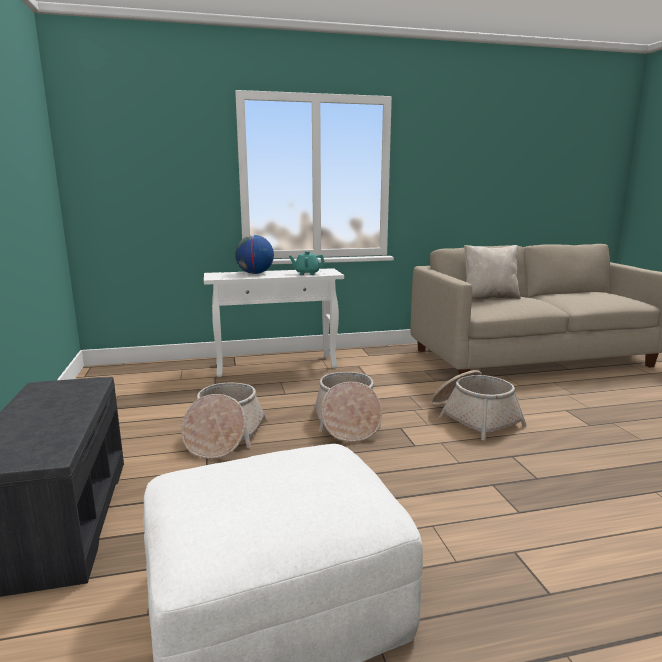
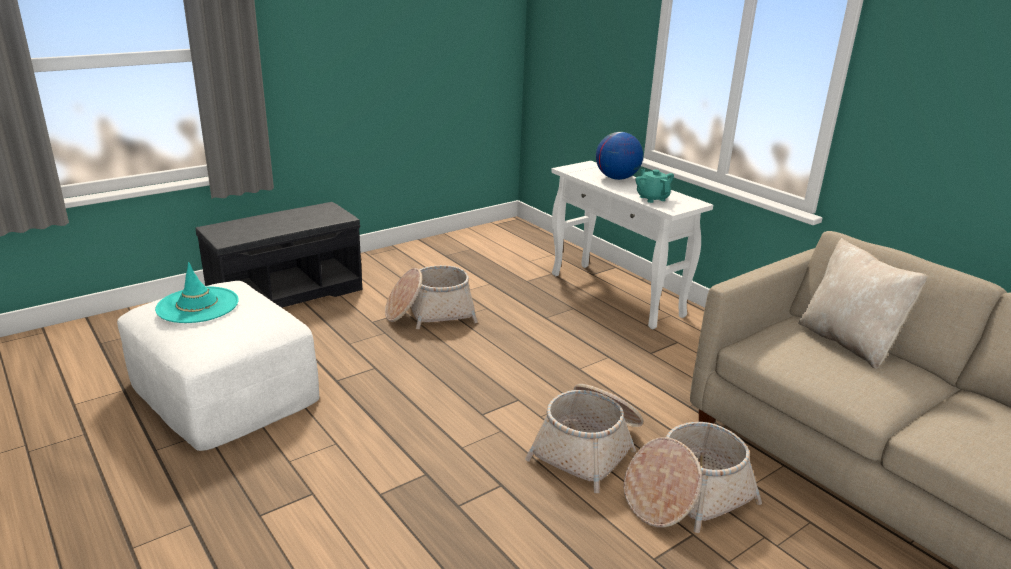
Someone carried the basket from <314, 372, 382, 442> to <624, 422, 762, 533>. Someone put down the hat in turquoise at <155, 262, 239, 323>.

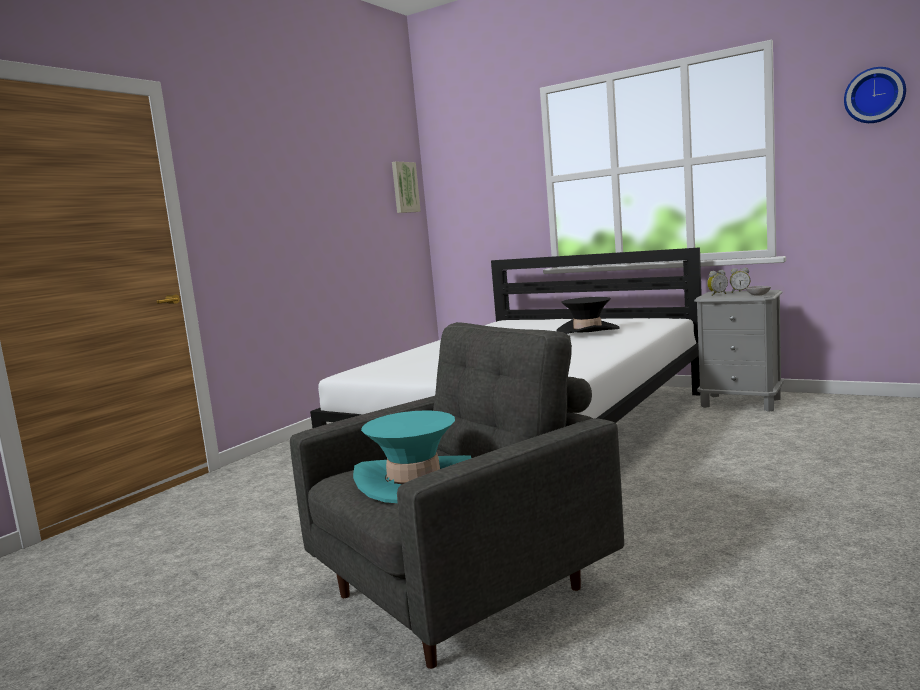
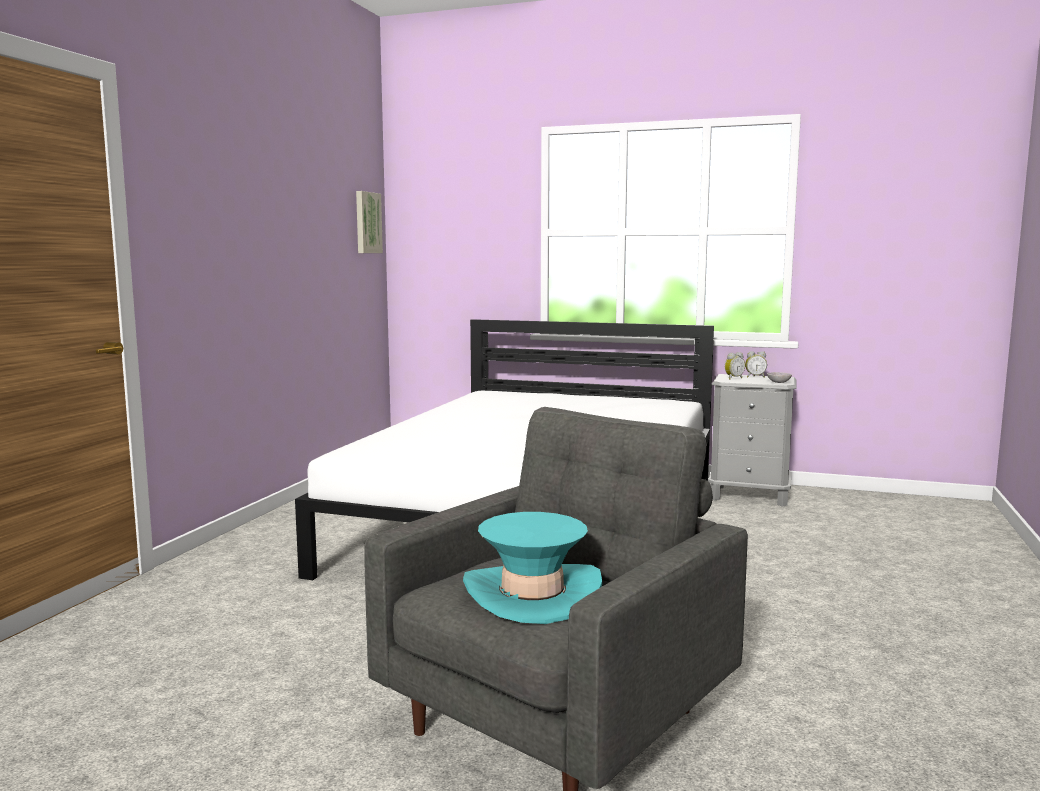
Someone took away the wall clock at <844, 67, 906, 123>. Someone took away the hat in black at <557, 297, 620, 334>.

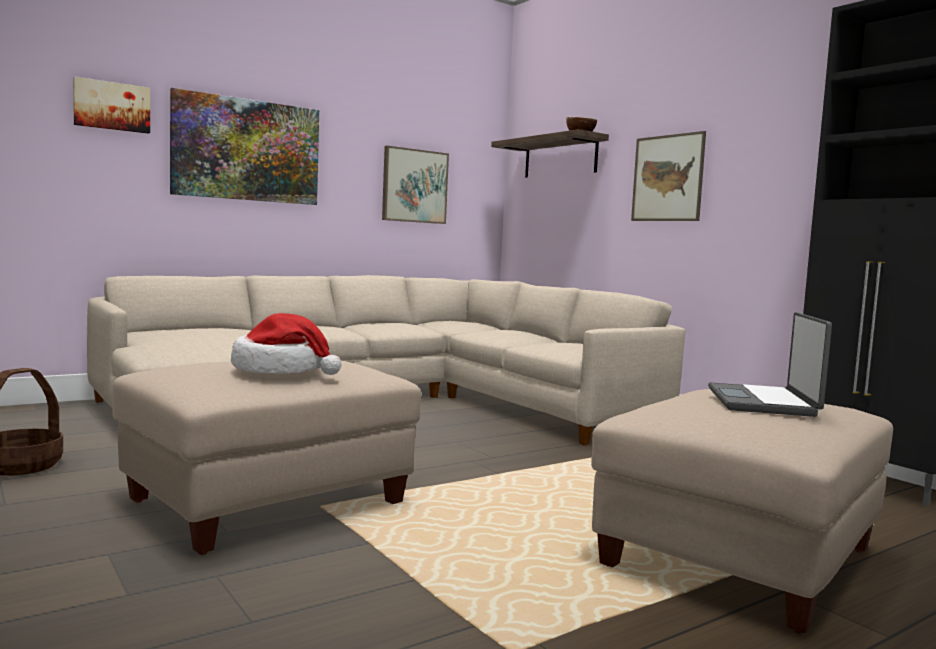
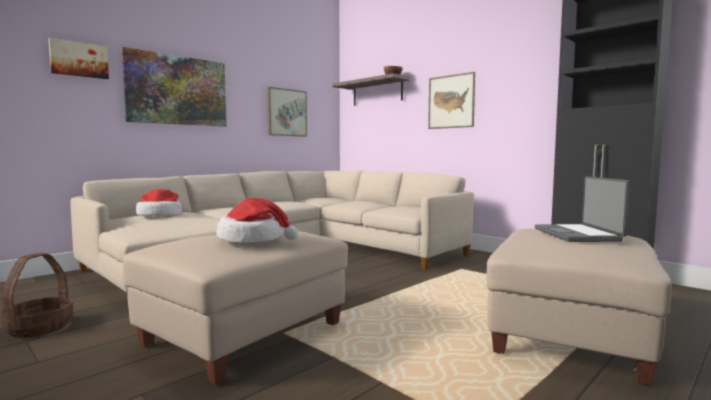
Someone put down the hat at <136, 189, 182, 216>.

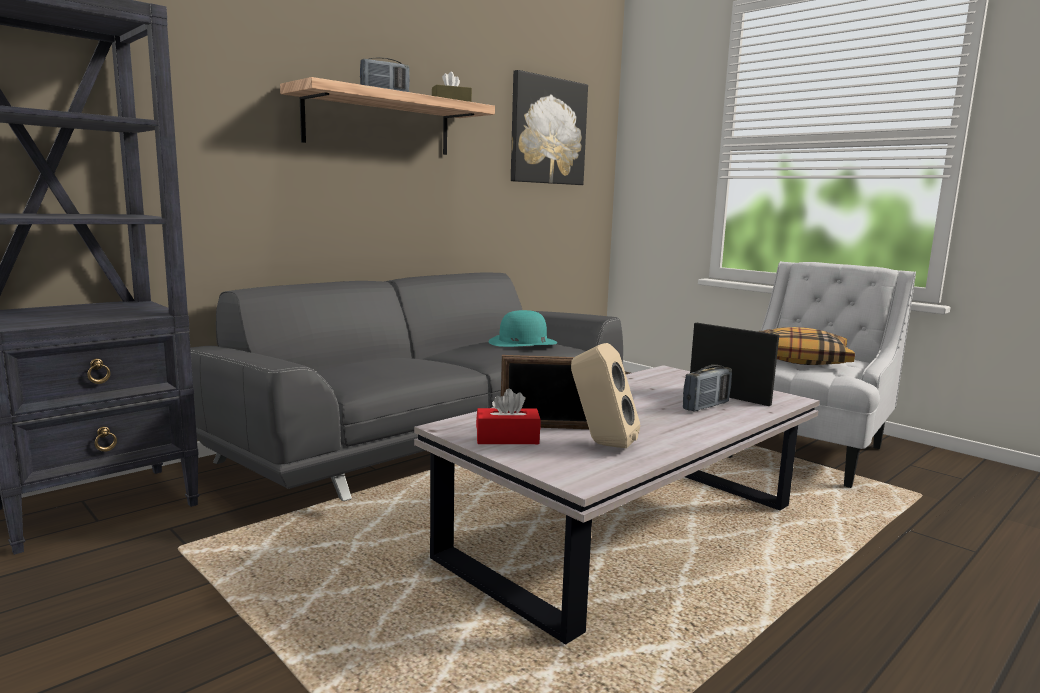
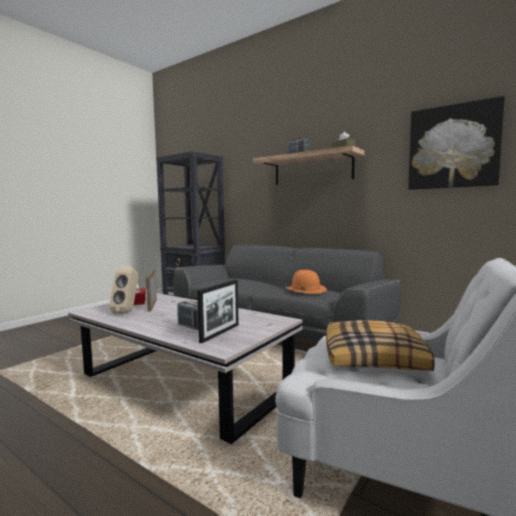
Someone repainted the hat in turquoise at <488, 310, 557, 347>, which became the hat in orange at <286, 270, 327, 294>.

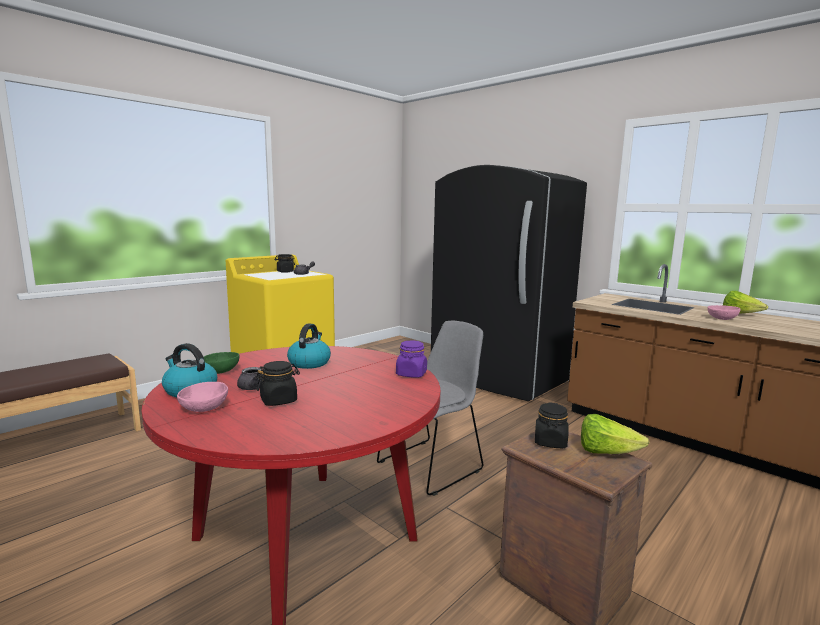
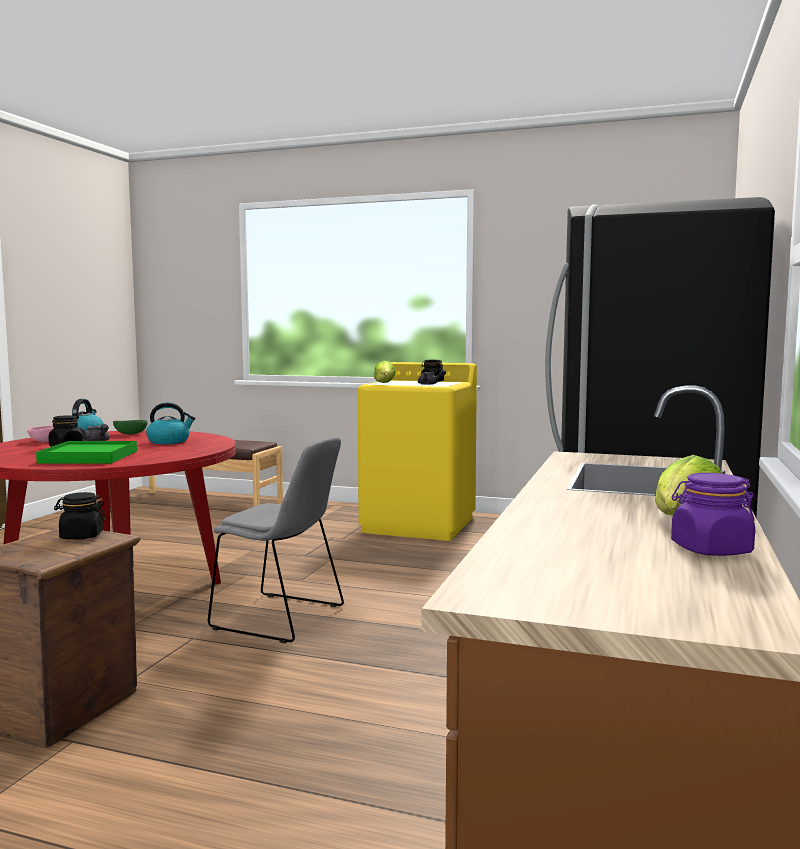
Someone took away the bowl in pink at <707, 305, 740, 320>. Someone carried the jar in purple from <396, 340, 427, 378> to <671, 473, 755, 556>. Someone carried the lettuce from <581, 414, 649, 454> to <374, 361, 396, 383>. Someone put down the tray in green at <36, 441, 137, 463>.

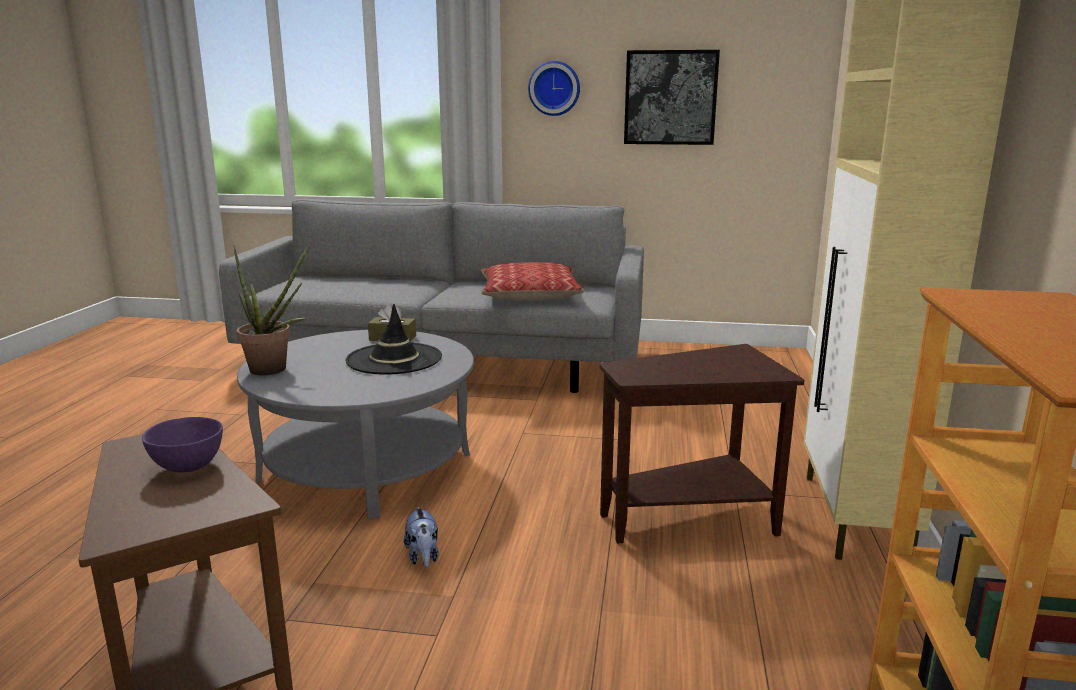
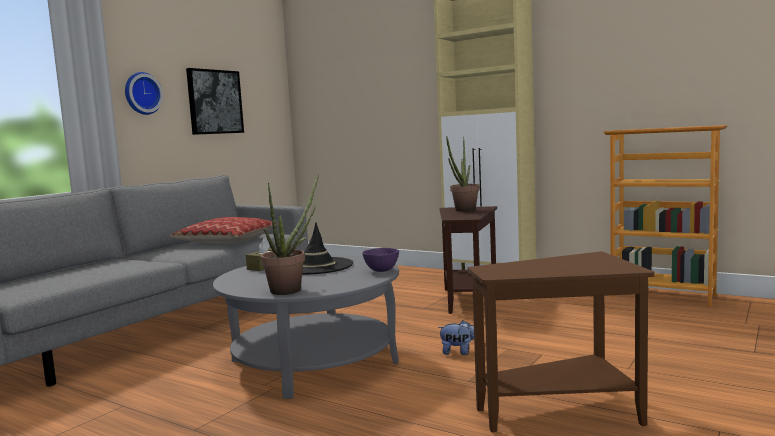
Someone carried the bowl in purple from <142, 417, 223, 472> to <362, 248, 399, 272>. Someone put down the potted plant at <446, 136, 479, 212>.

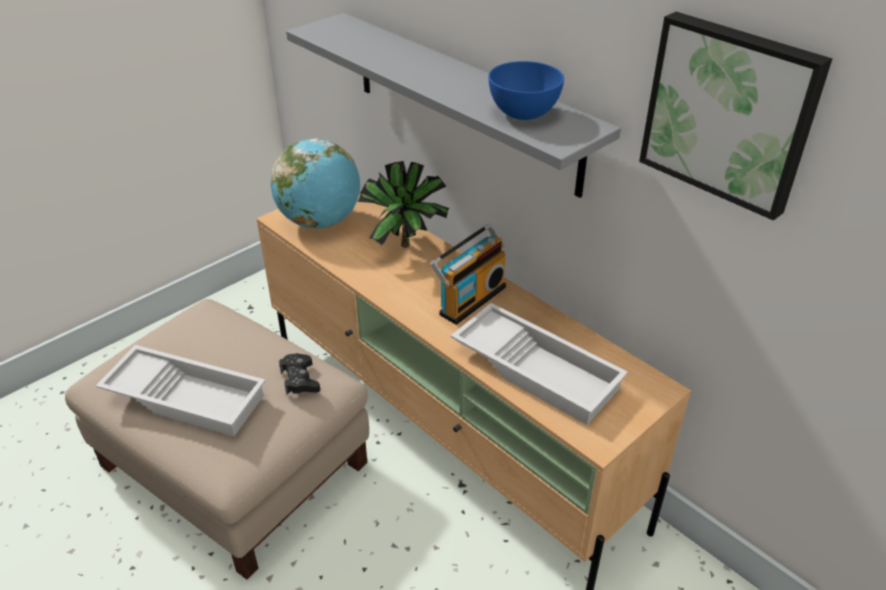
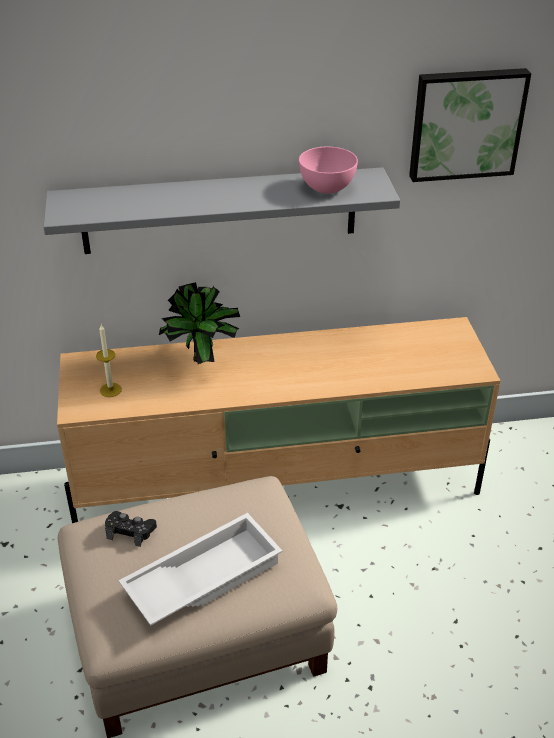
Someone repainted the bowl in blue at <489, 61, 564, 120>, which became the bowl in pink at <299, 147, 358, 193>. Someone swapped the globe at <271, 139, 360, 229> for the candle at <96, 325, 122, 397>. Someone took away the radio at <430, 223, 506, 325>. Someone took away the tray in white at <451, 303, 628, 425>. Someone carried the game controller in black from <279, 353, 320, 395> to <105, 511, 157, 547>.

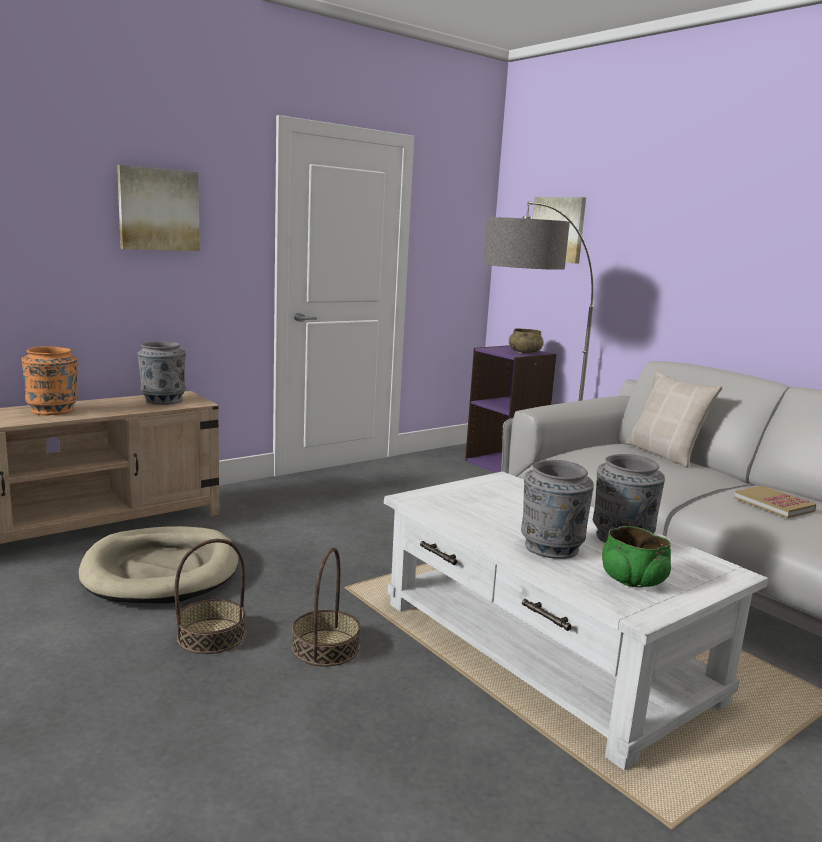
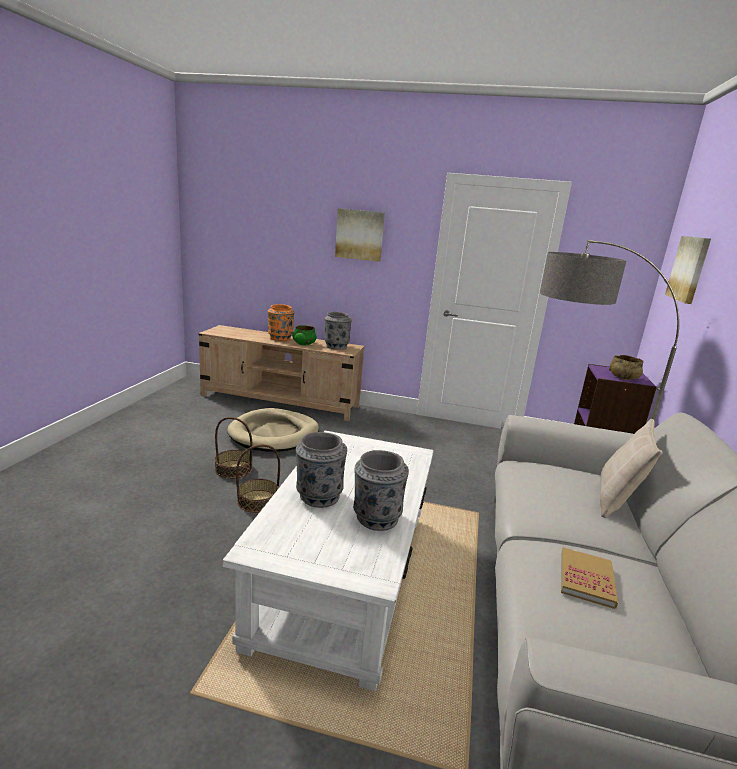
Someone carried the bowl in green from <602, 526, 671, 587> to <292, 325, 316, 345>.

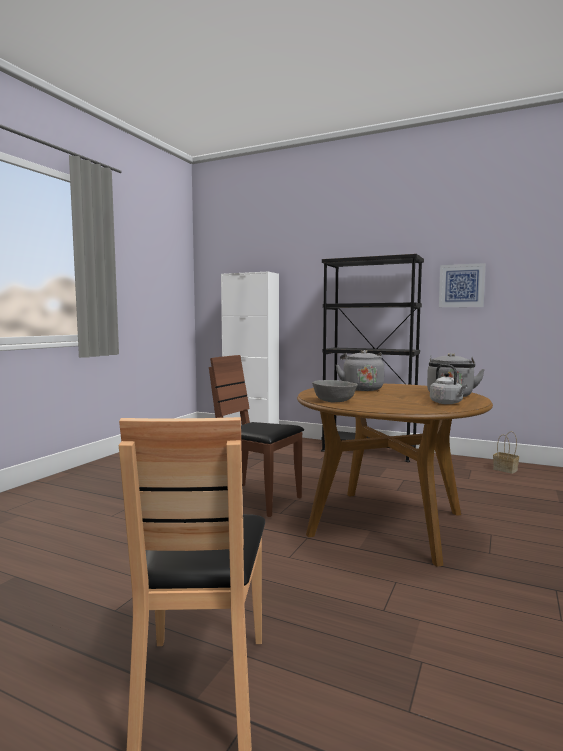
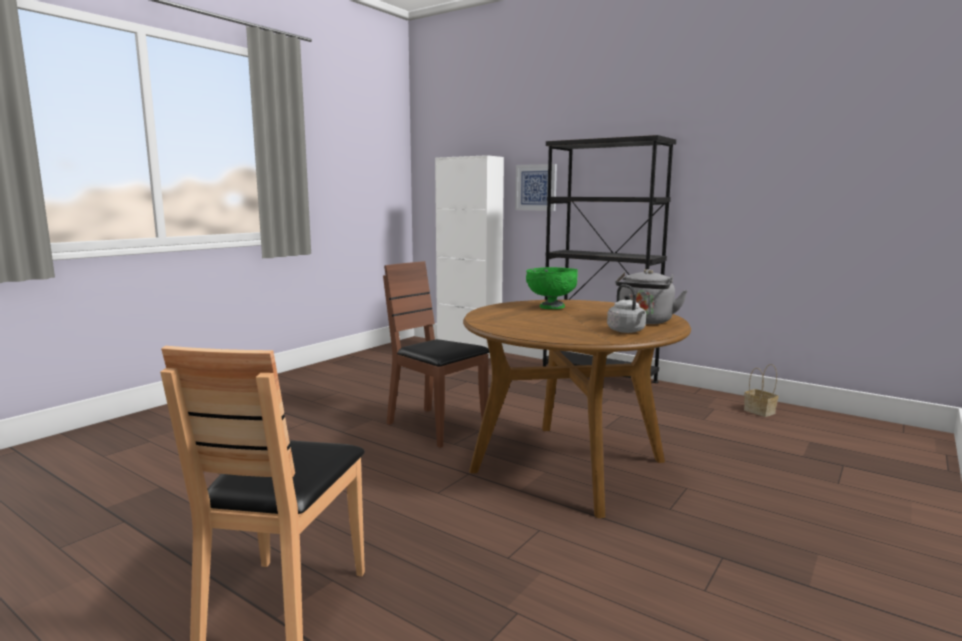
Someone carried the picture from <439, 263, 486, 307> to <515, 164, 557, 211>. Someone swapped the kettle in grey at <335, 350, 384, 391> for the bowl in green at <526, 267, 578, 309>. Someone took away the bowl in grey at <312, 380, 358, 402>.

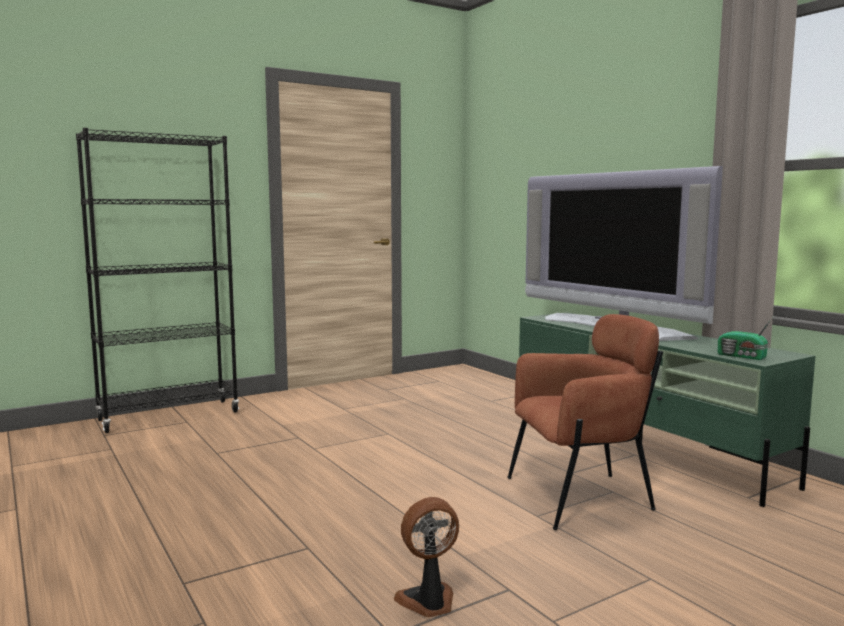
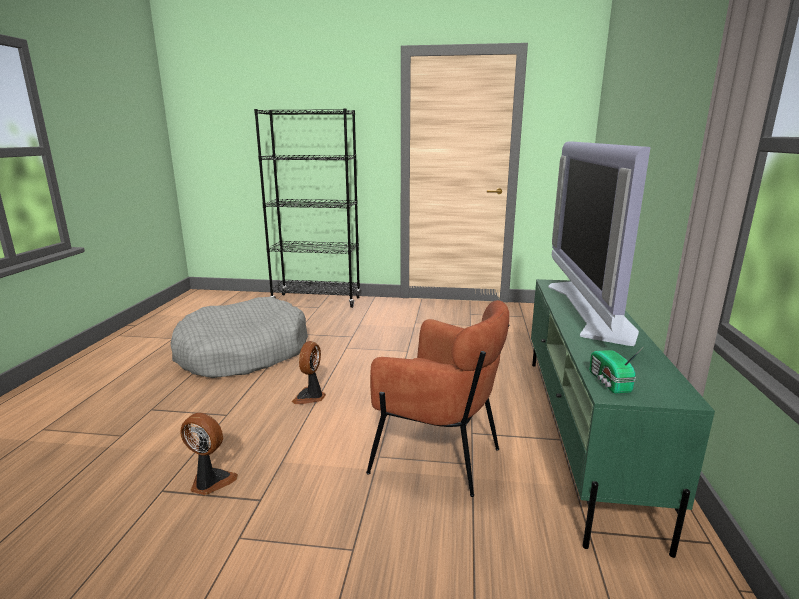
Someone put down the dog bed in grey at <170, 297, 308, 378>. Someone put down the fan at <292, 341, 326, 404>.

